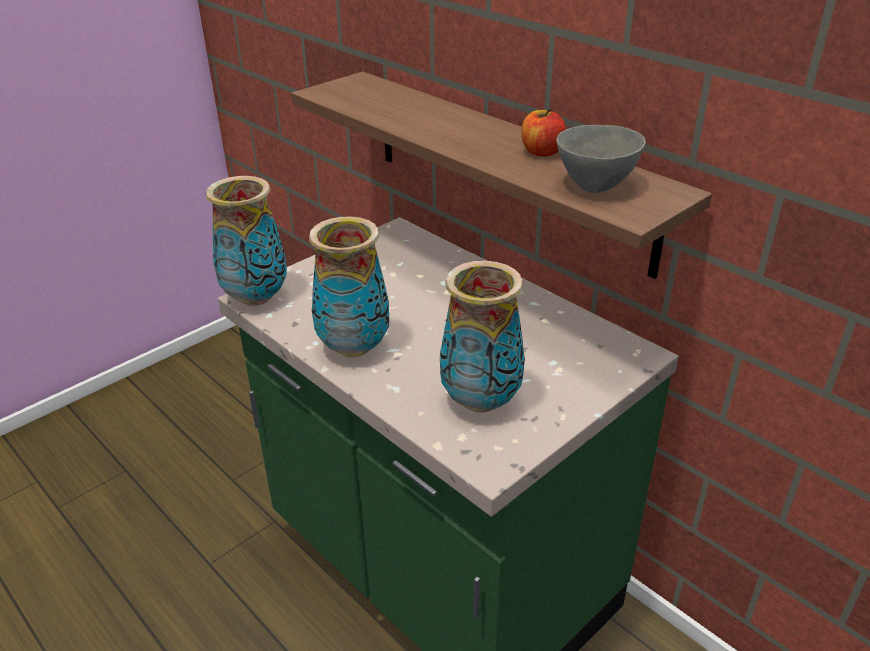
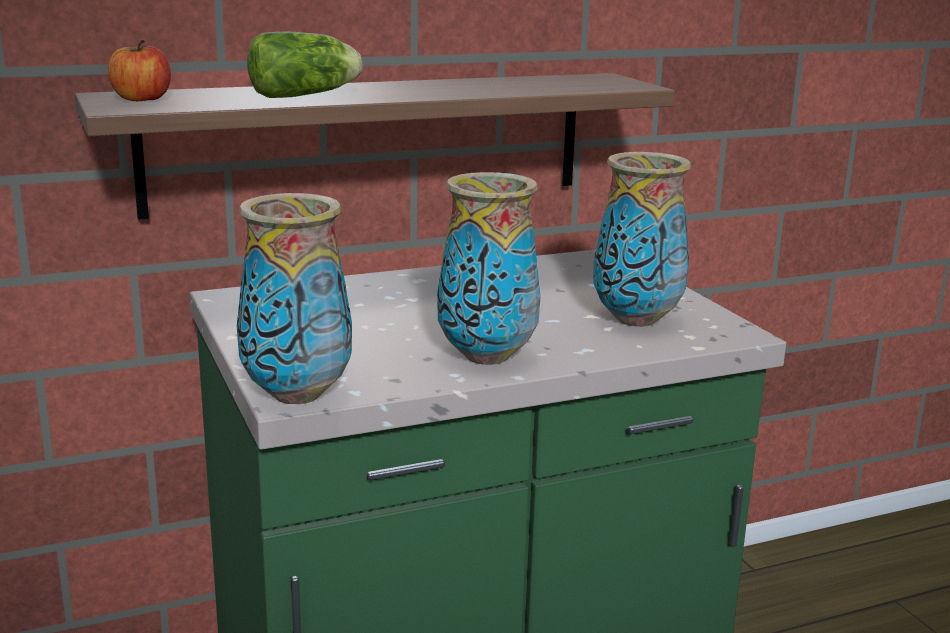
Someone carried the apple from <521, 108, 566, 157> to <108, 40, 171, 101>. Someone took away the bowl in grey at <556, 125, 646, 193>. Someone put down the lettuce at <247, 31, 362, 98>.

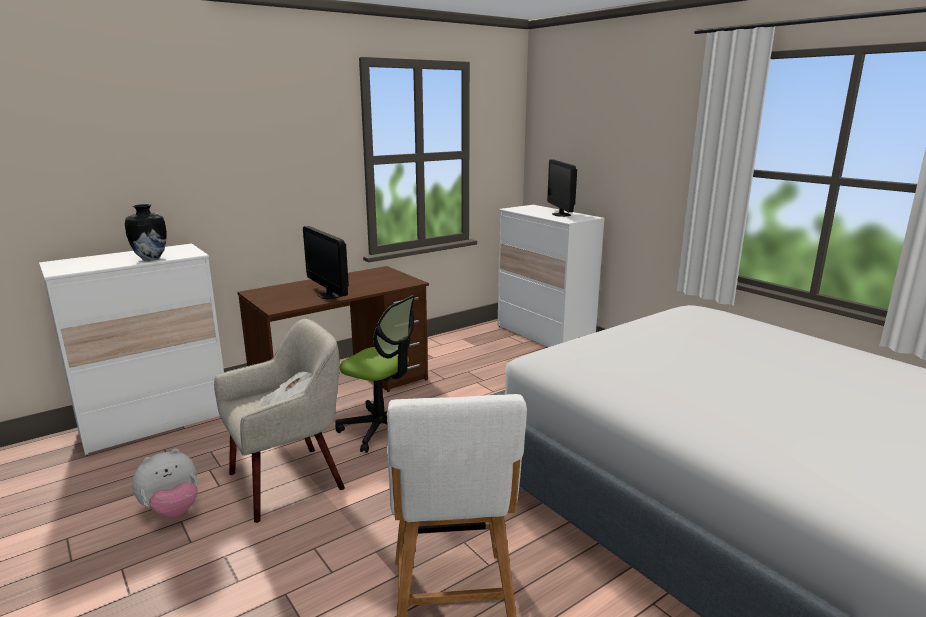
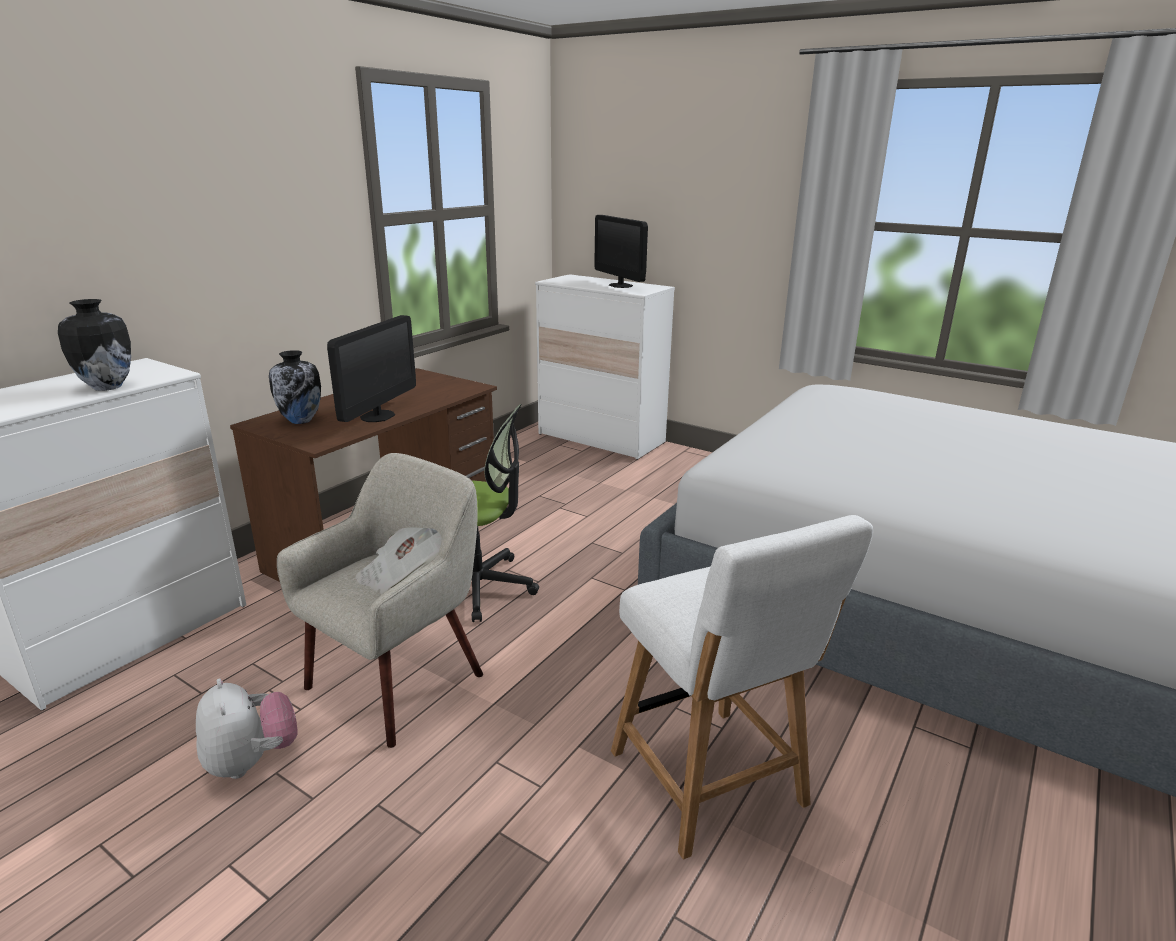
Someone rotated the monitor at <303, 226, 349, 299> by 105 degrees counterclockwise. Someone rotated the plush toy at <132, 448, 198, 518> by 60 degrees counterclockwise. Someone put down the vase at <269, 350, 321, 424>.

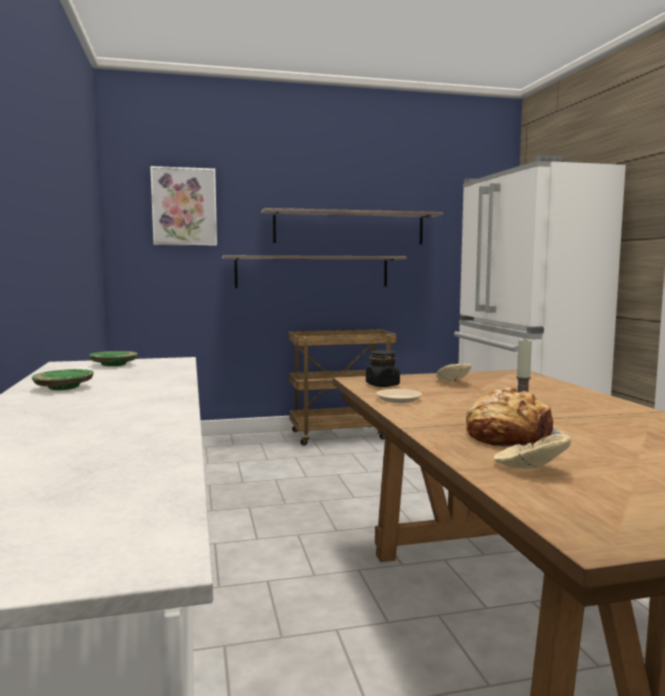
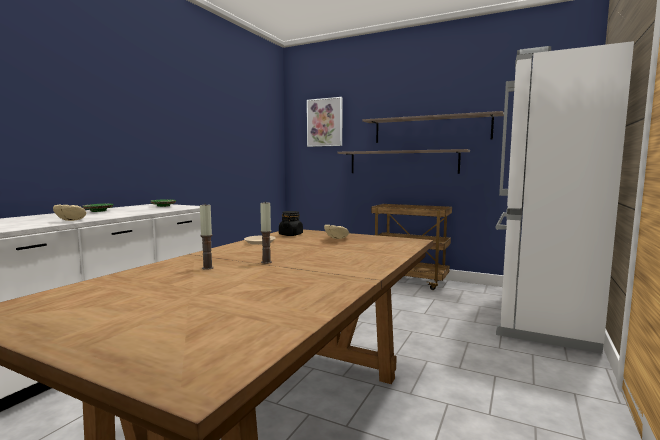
Someone swapped the bread at <466, 387, 564, 447> for the candle at <200, 205, 214, 270>. Someone carried the bowl in beige from <494, 434, 571, 469> to <53, 205, 86, 221>.

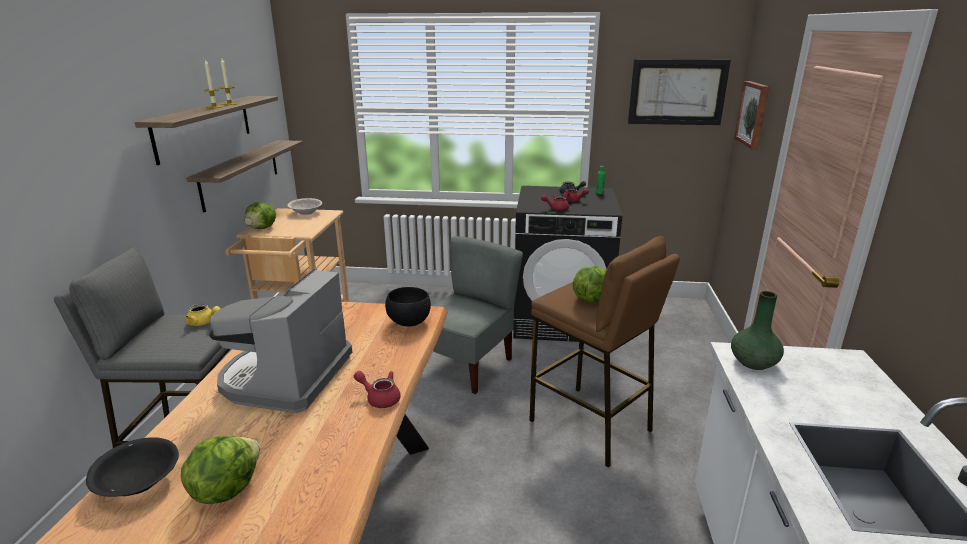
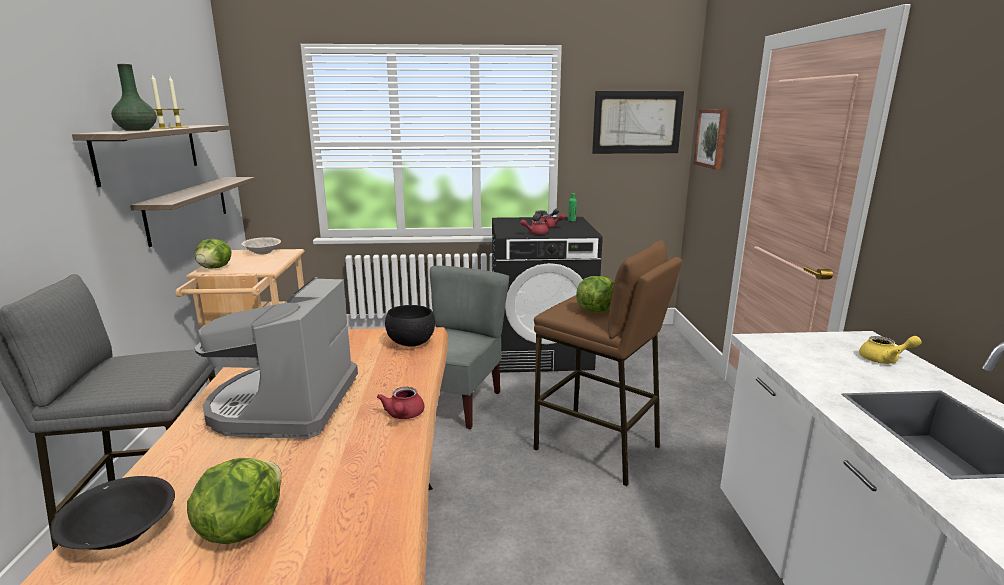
Someone carried the vase in green from <731, 291, 784, 370> to <111, 64, 157, 131>. Someone carried the teapot in yellow from <186, 304, 221, 326> to <859, 336, 922, 364>. Someone rotated the teapot in red at <354, 371, 401, 408> by 105 degrees counterclockwise.

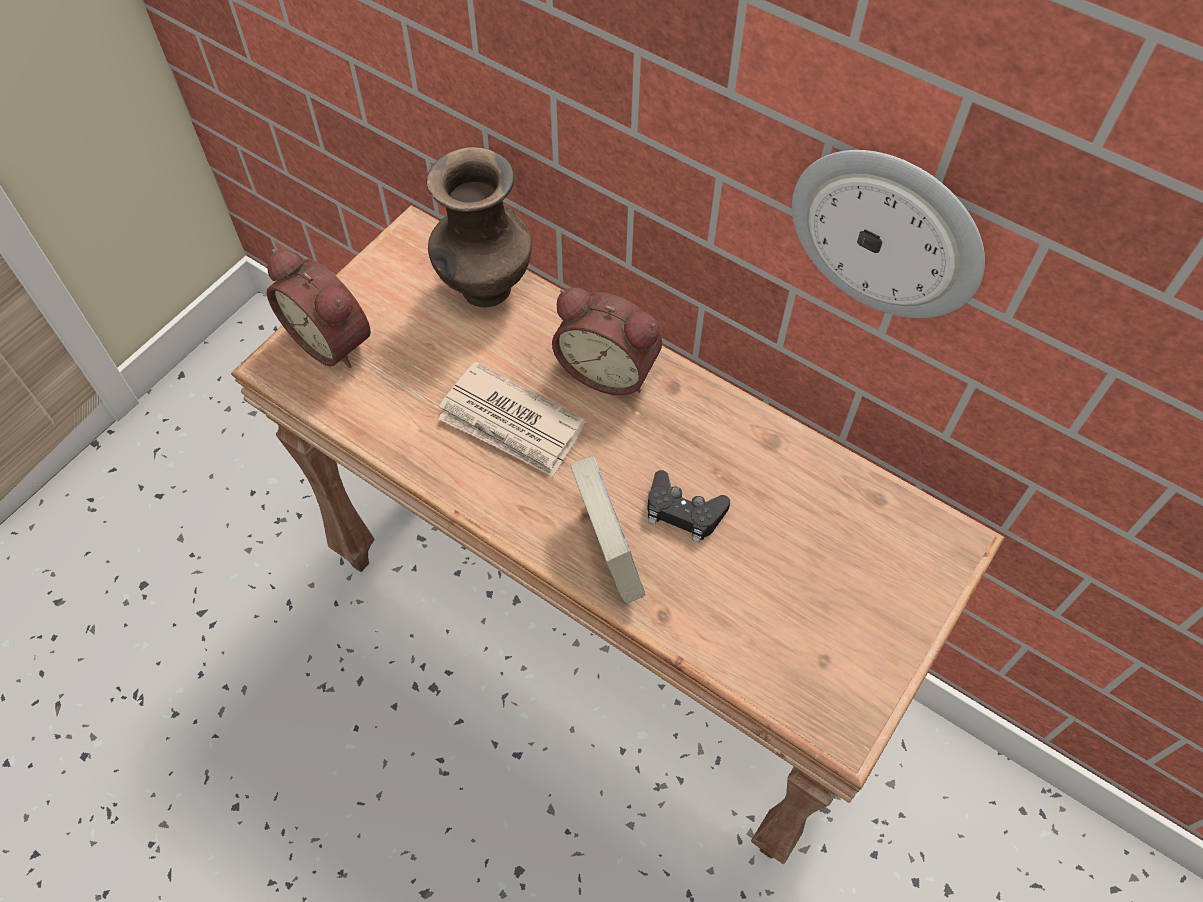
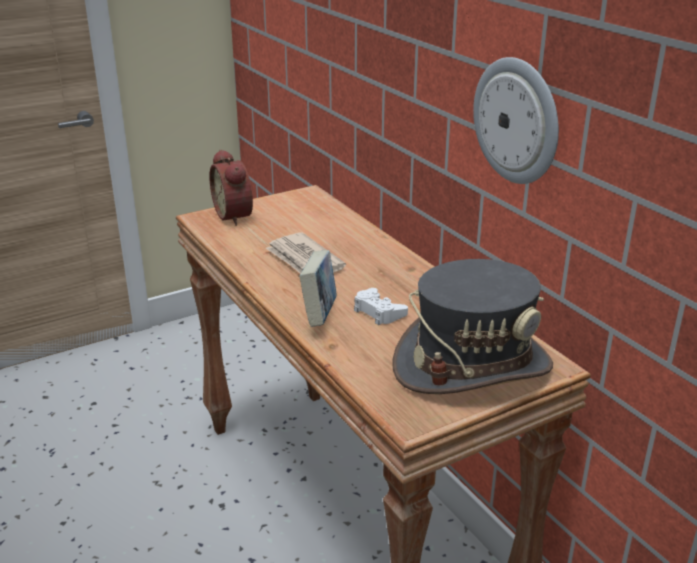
Someone took away the vase in brown at <427, 147, 532, 307>. Someone took away the alarm clock at <552, 287, 662, 395>. Someone repainted the game controller in black at <647, 470, 730, 543>, which became the game controller in white at <354, 288, 408, 325>. Someone put down the hat in grey at <393, 259, 553, 394>.

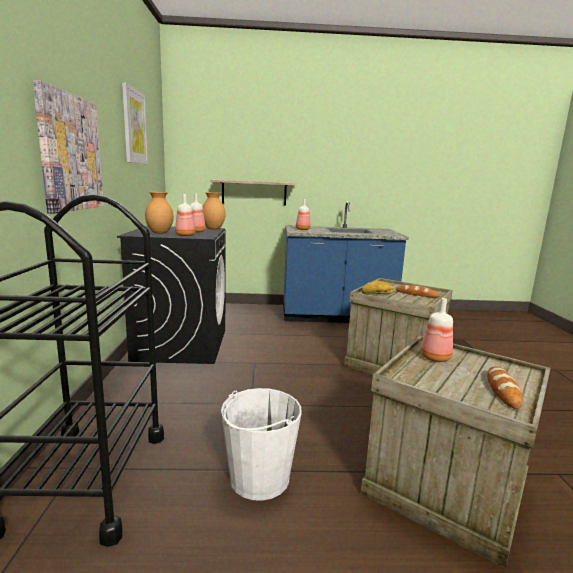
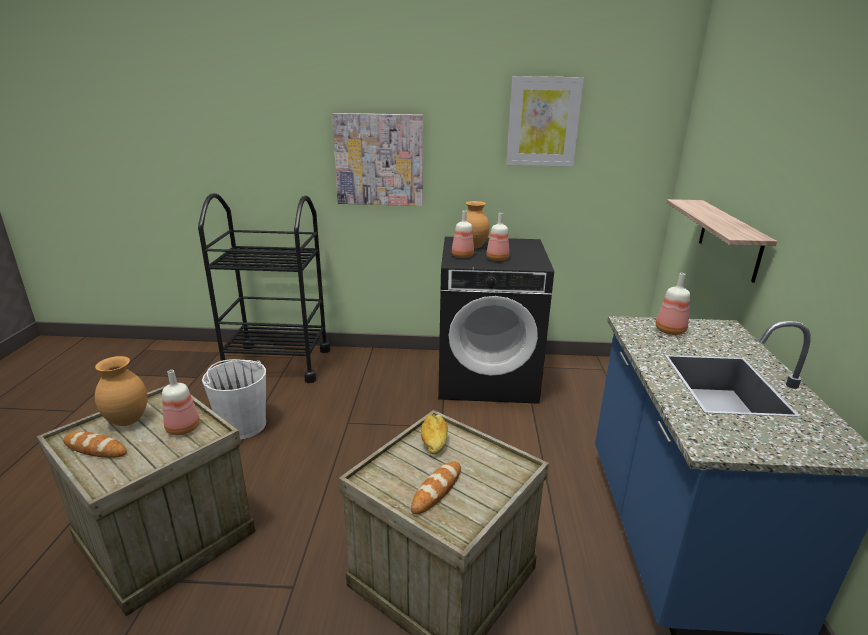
Someone carried the vase in brown from <203, 192, 226, 230> to <95, 356, 148, 426>.

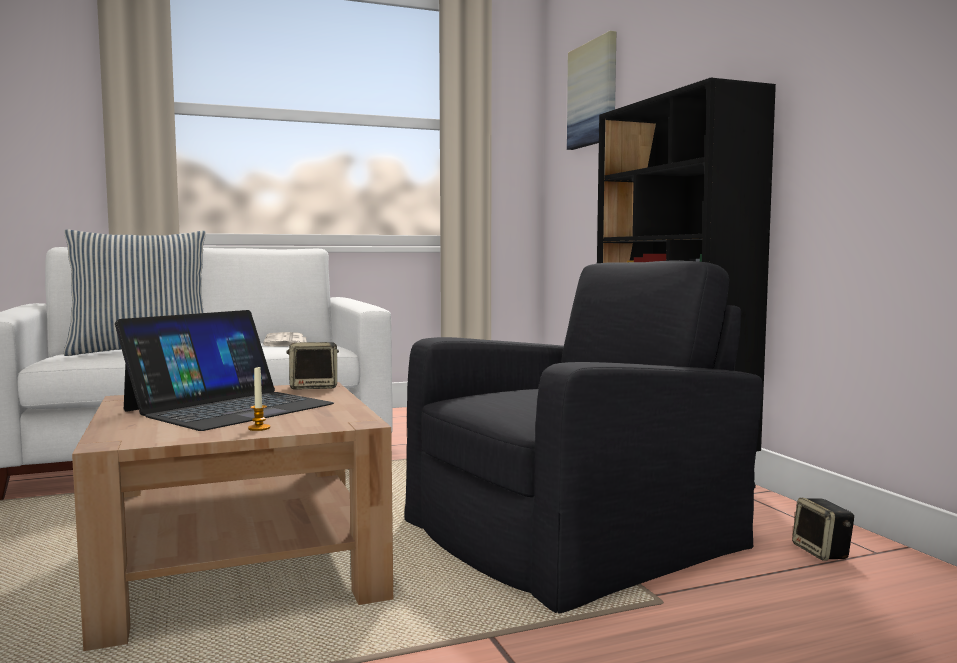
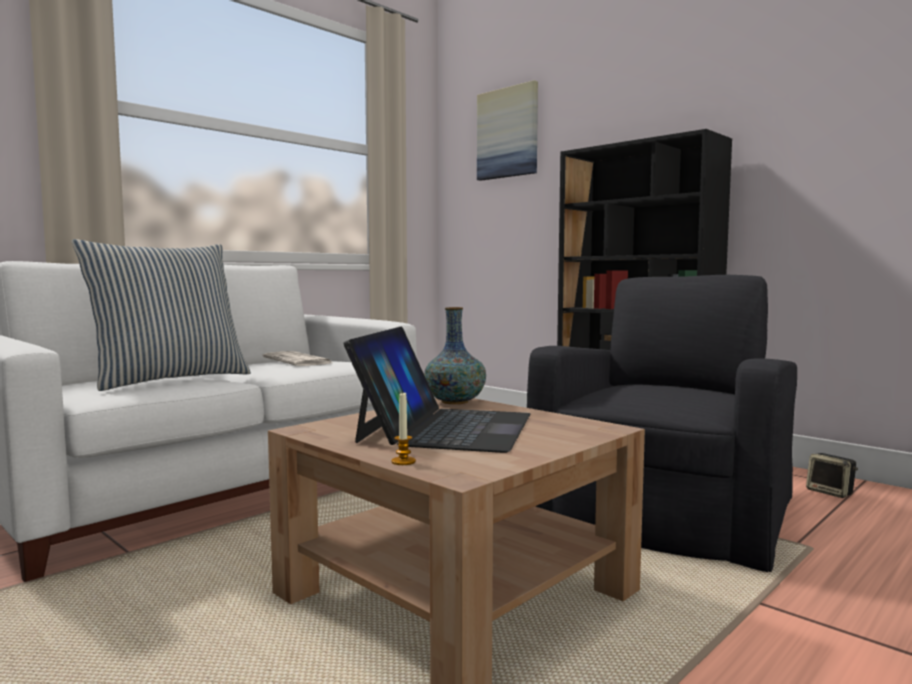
Someone swapped the speaker at <286, 342, 339, 390> for the vase at <424, 307, 486, 404>. Someone carried the candle from <248, 366, 270, 431> to <391, 393, 416, 465>.

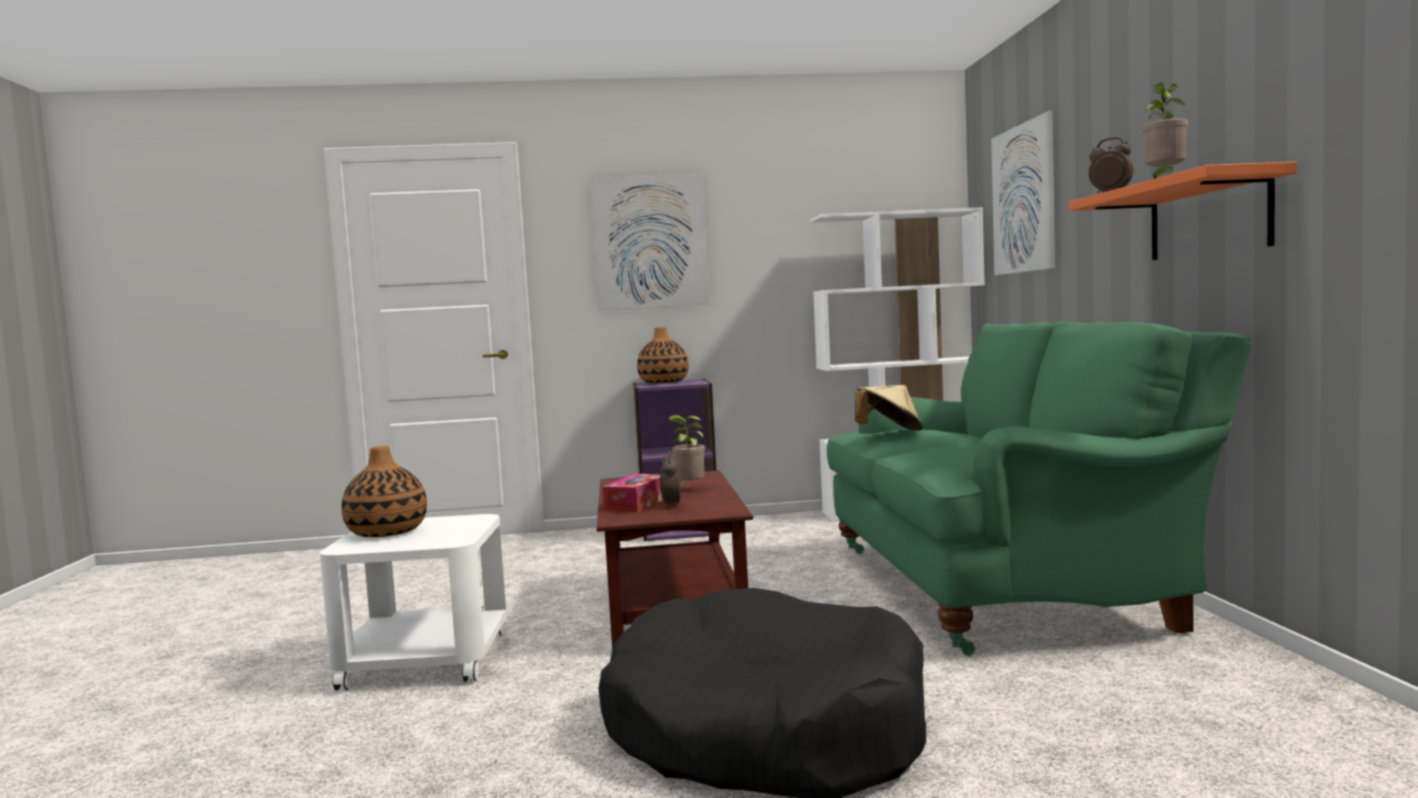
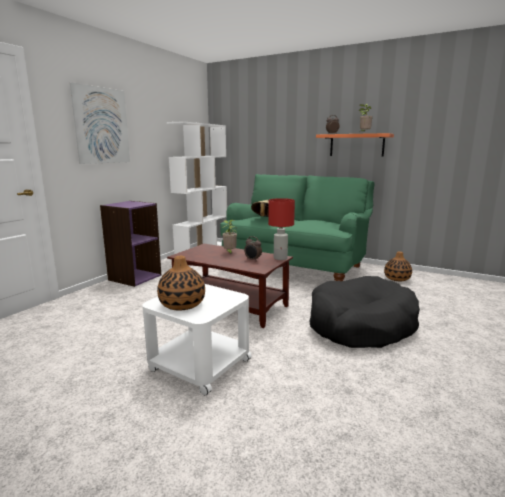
Someone took away the picture at <991, 111, 1055, 276>. Someone carried the vase from <637, 327, 689, 383> to <384, 251, 412, 281>. Someone took away the tissue box at <603, 474, 663, 512>. Someone put down the table lamp in red at <268, 198, 295, 260>.

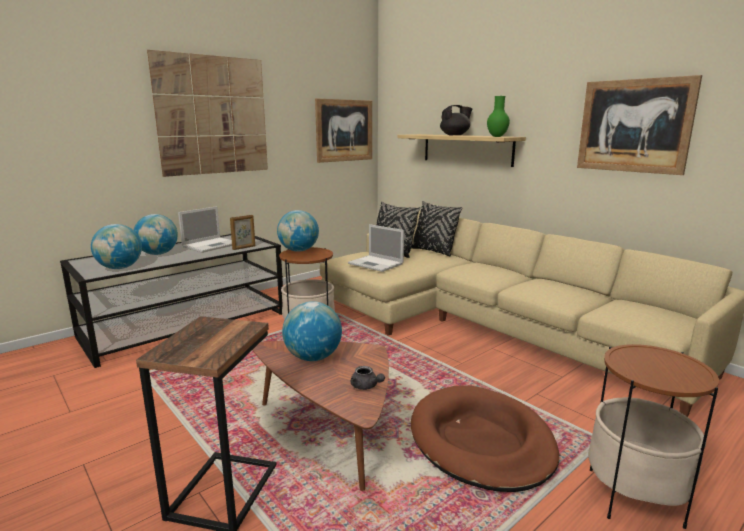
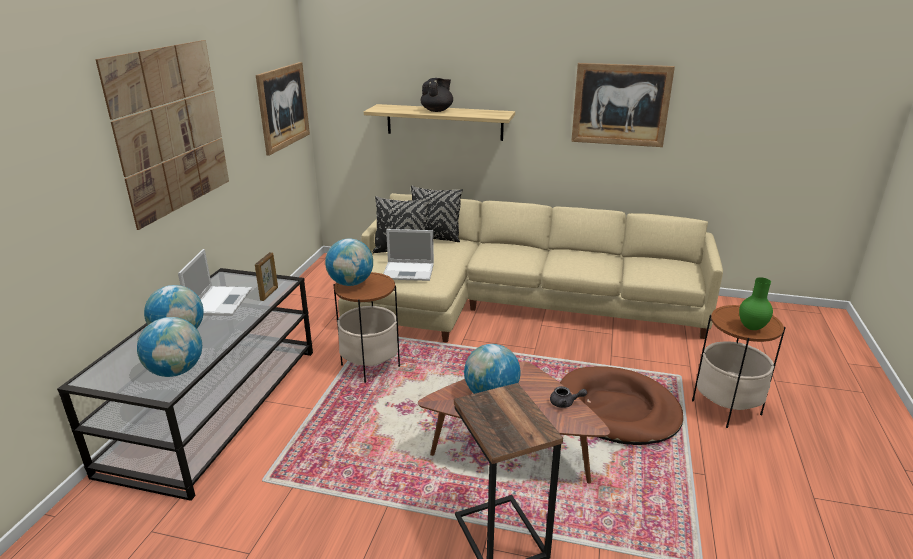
Someone carried the vase in green from <487, 96, 510, 137> to <739, 277, 773, 330>.

